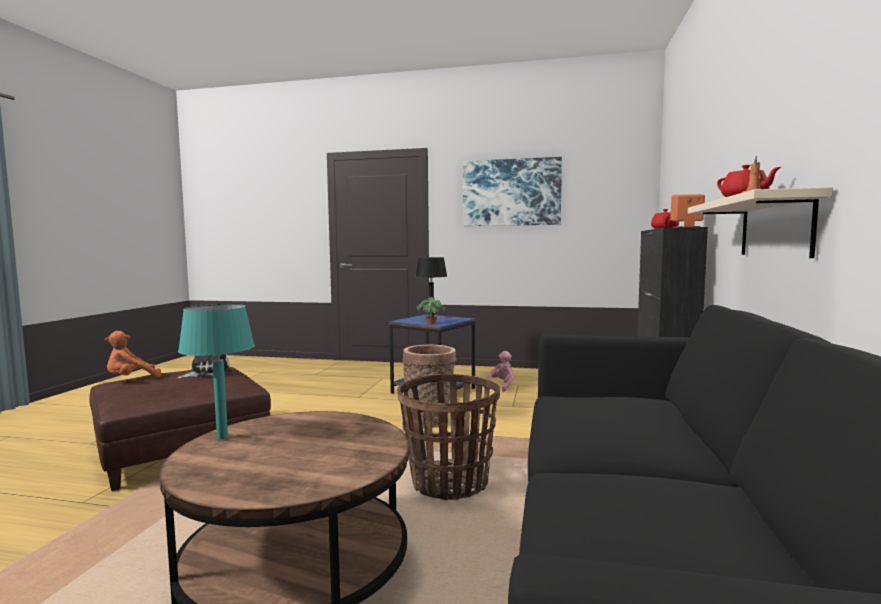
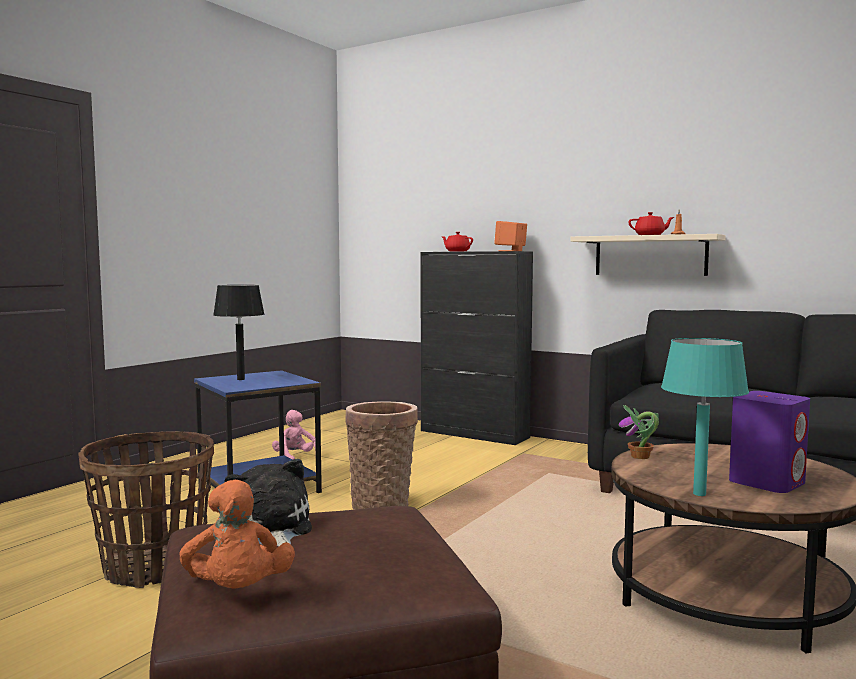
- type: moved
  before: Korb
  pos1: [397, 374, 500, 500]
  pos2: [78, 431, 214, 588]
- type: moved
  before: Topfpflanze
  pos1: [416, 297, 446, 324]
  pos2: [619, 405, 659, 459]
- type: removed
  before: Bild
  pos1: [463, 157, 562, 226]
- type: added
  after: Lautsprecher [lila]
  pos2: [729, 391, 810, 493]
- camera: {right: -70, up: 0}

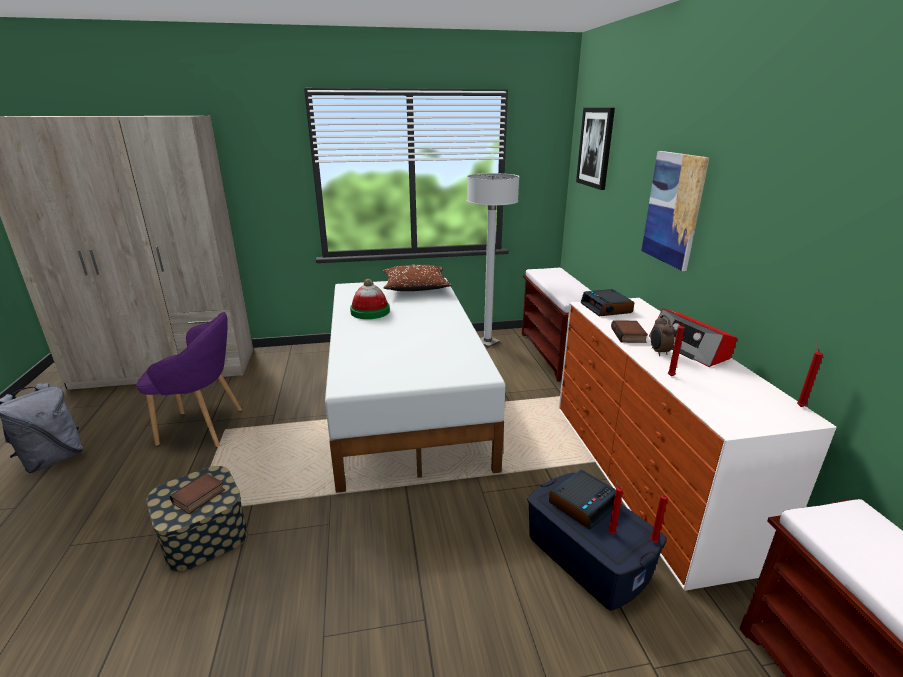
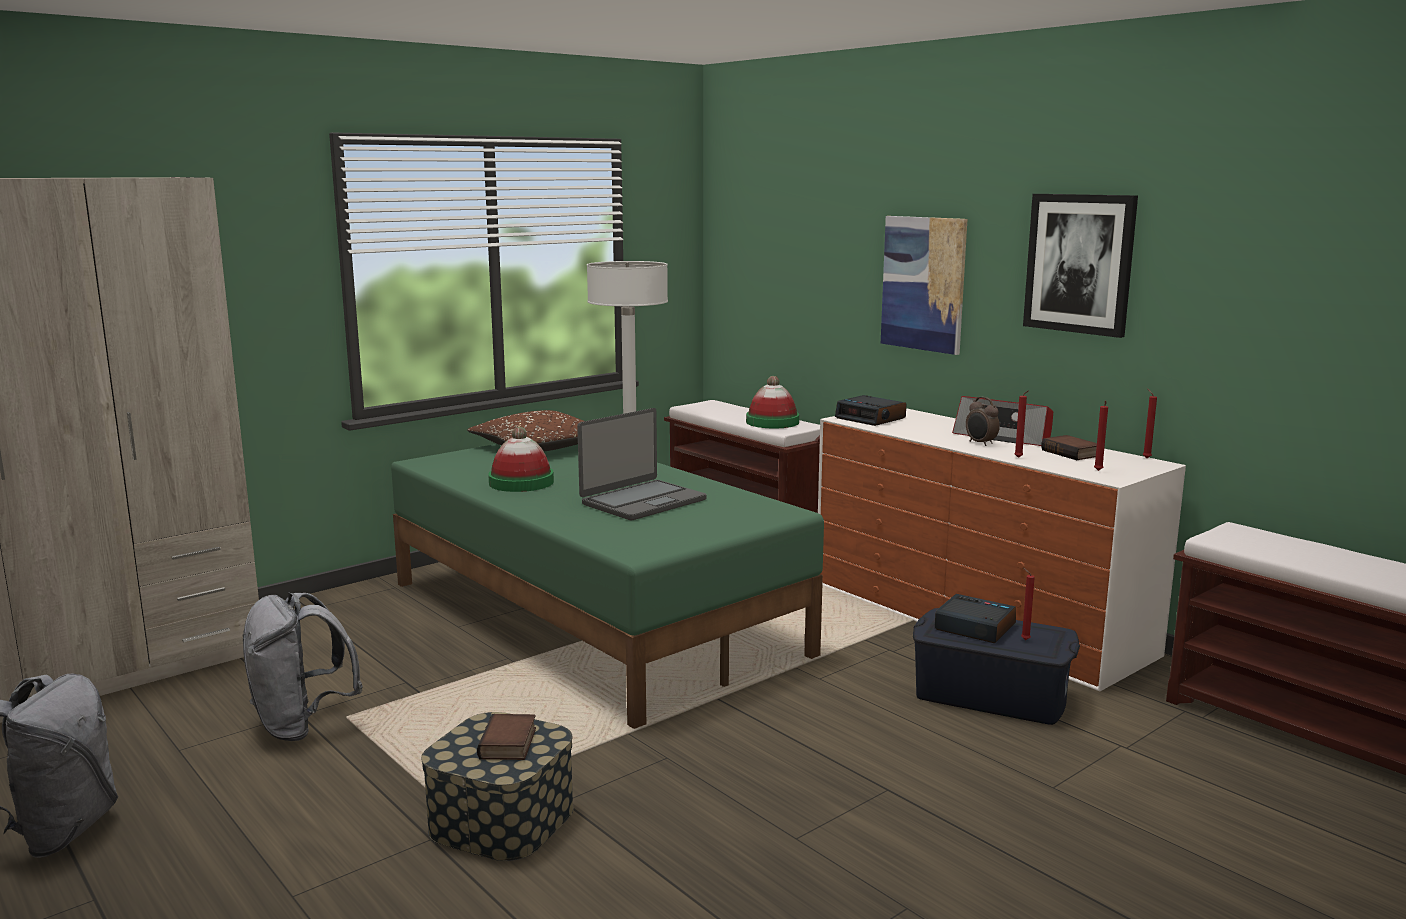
- type: replaced
  before: Sessel [lila]
  after: Rucksack [grau]
  pos1: [136, 312, 242, 447]
  pos2: [243, 592, 363, 741]
- type: recoloured
  before: Bett [weiß]
  after: Bett [grün]
  pos1: [325, 278, 506, 493]
  pos2: [391, 444, 824, 729]
- type: turned
  before: Wecker
  pos1: [549, 470, 616, 530]
  pos2: [935, 594, 1016, 643]
  turn: -75
- type: moved
  before: Bild
  pos1: [576, 108, 615, 190]
  pos2: [1023, 194, 1138, 338]
- type: moved
  before: Buch
  pos1: [611, 320, 648, 343]
  pos2: [1041, 435, 1097, 460]
- type: moved
  before: Kerze [rot]
  pos1: [650, 494, 668, 543]
  pos2: [1094, 401, 1108, 471]
- type: added
  after: Laptop
  pos2: [577, 408, 707, 521]
- type: added
  after: Hut
  pos2: [746, 376, 799, 428]
- camera: {right: -30, up: -10}

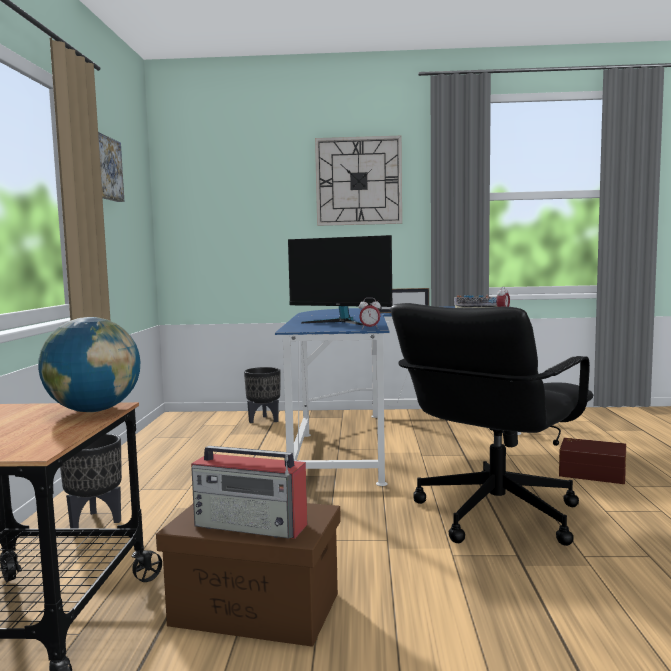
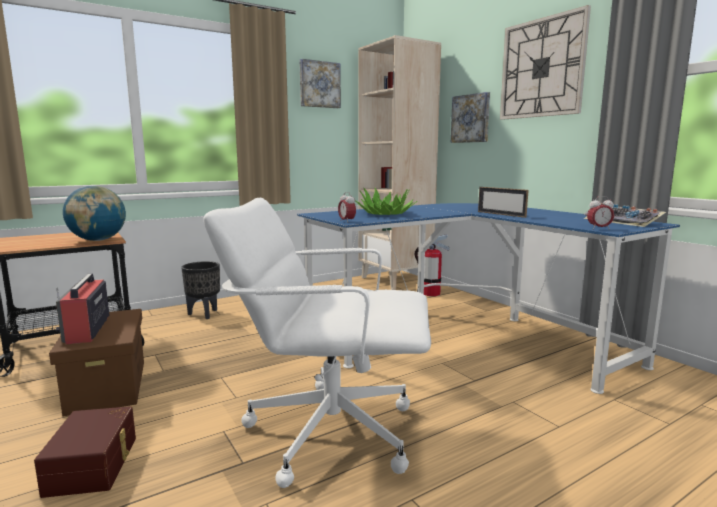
- type: replaced
  before: Pflanzkübel [schwarz]
  after: Feuerlöscher
  pos1: [244, 367, 281, 423]
  pos2: [414, 234, 450, 296]
- type: replaced
  before: Monitor
  after: Topfpflanze
  pos1: [288, 235, 392, 325]
  pos2: [355, 187, 417, 215]
- type: recoloured
  before: Bürostuhl [schwarz]
  after: Bürostuhl [weiß]
  pos1: [391, 303, 593, 546]
  pos2: [203, 198, 431, 488]
- type: moved
  before: Aufbewahrungsbox [braun]
  pos1: [559, 438, 626, 484]
  pos2: [34, 406, 136, 498]
- type: added
  after: Bücherregal [beige]
  pos2: [358, 35, 441, 290]
- type: added
  after: Bild
  pos2: [451, 92, 490, 143]
- camera: {right: 55, up: 5}

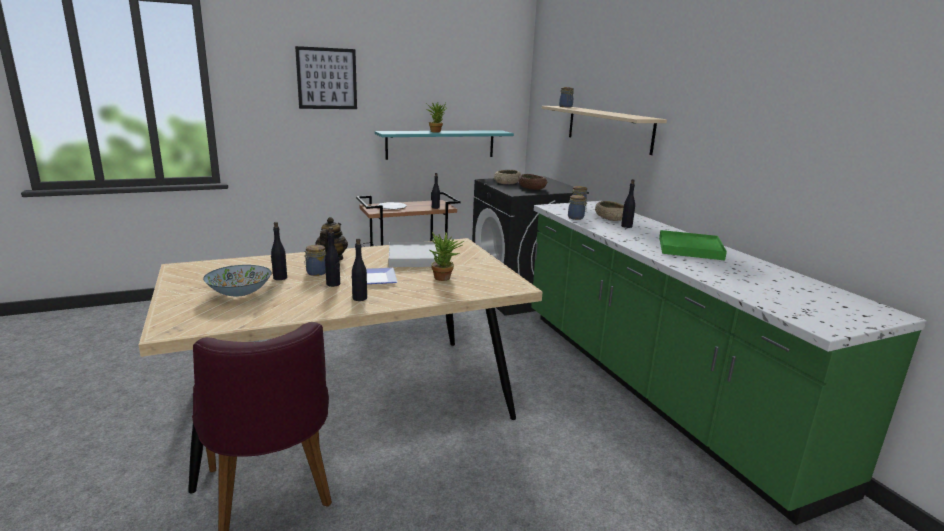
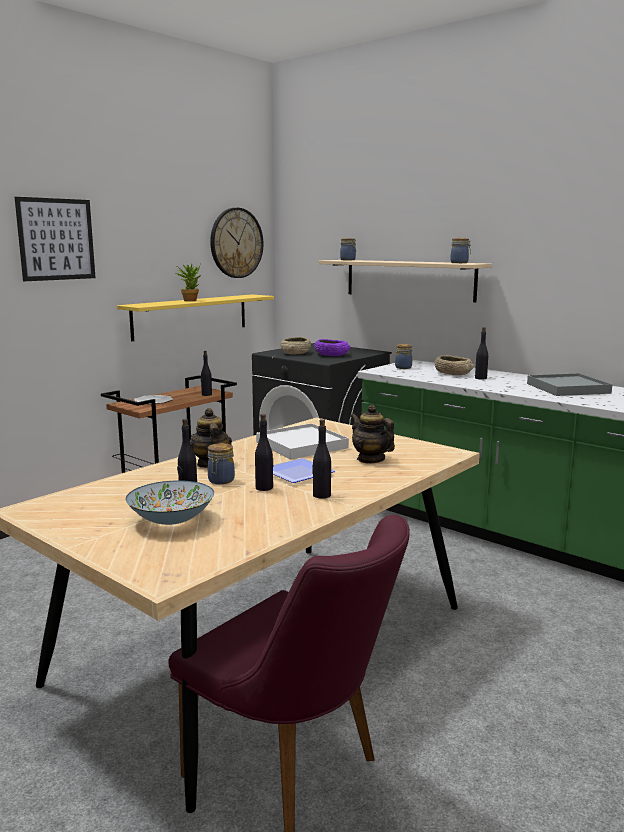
- type: recoloured
  before: Wandregal [türkis]
  after: Wandregal [gelb]
  pos1: [375, 130, 514, 160]
  pos2: [117, 294, 274, 341]
- type: replaced
  before: Topfpflanze
  after: Teekanne
  pos1: [430, 232, 464, 281]
  pos2: [351, 405, 395, 463]
- type: recoloured
  before: Schüssel [braun]
  after: Schüssel [lila]
  pos1: [518, 174, 548, 190]
  pos2: [314, 339, 350, 356]
- type: moved
  before: Vorratsglas
  pos1: [568, 195, 587, 220]
  pos2: [450, 238, 471, 263]
- type: recoloured
  before: Tablett [grün]
  after: Tablett [grau]
  pos1: [659, 230, 727, 261]
  pos2: [527, 373, 613, 396]
- type: added
  after: Wanduhr
  pos2: [210, 208, 263, 278]
- camera: {right: -25, up: -5}

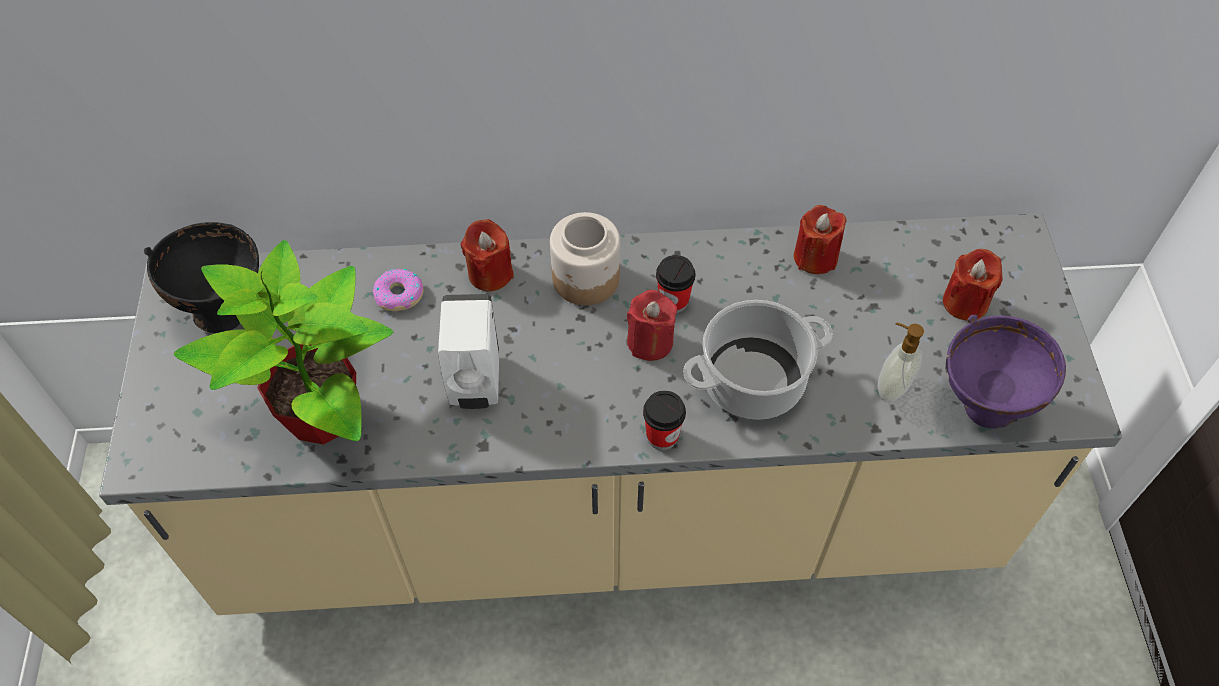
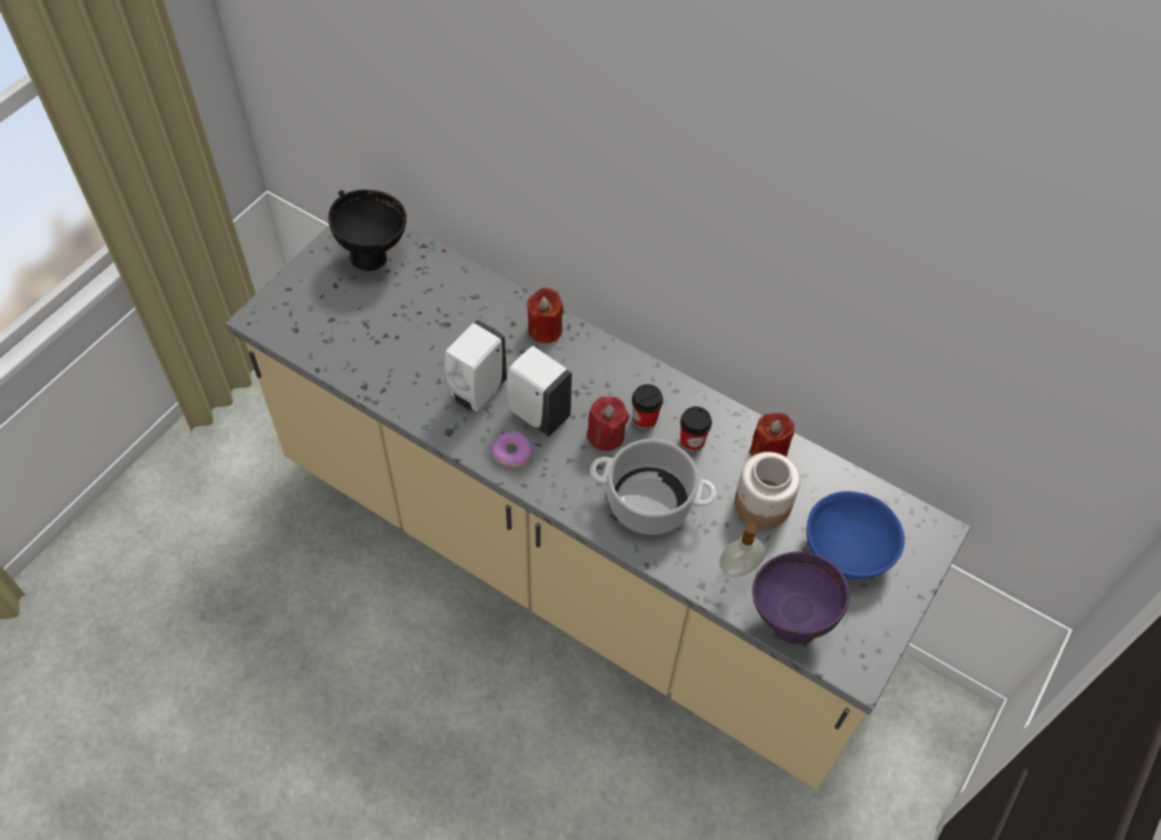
- type: removed
  before: Topfpflanze
  pos1: [174, 240, 393, 445]
- type: moved
  before: Donut
  pos1: [373, 269, 423, 311]
  pos2: [491, 431, 533, 467]
- type: moved
  before: Vorratsglas
  pos1: [550, 212, 620, 305]
  pos2: [735, 452, 801, 529]
- type: moved
  before: Tasse
  pos1: [643, 390, 686, 450]
  pos2: [680, 406, 712, 452]
- type: replaced
  before: Kerze [rot]
  after: Schüssel [blau]
  pos1: [943, 249, 1003, 320]
  pos2: [806, 491, 905, 579]
- type: added
  after: Seifenspender [weiß]
  pos2: [507, 346, 572, 436]
- camera: {right: 35, up: 0}

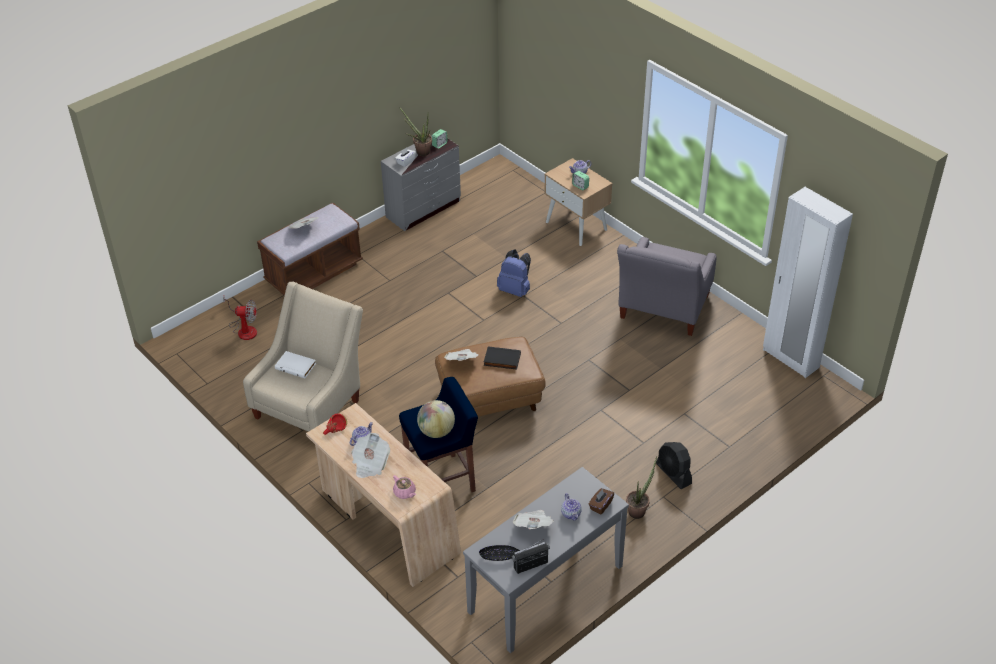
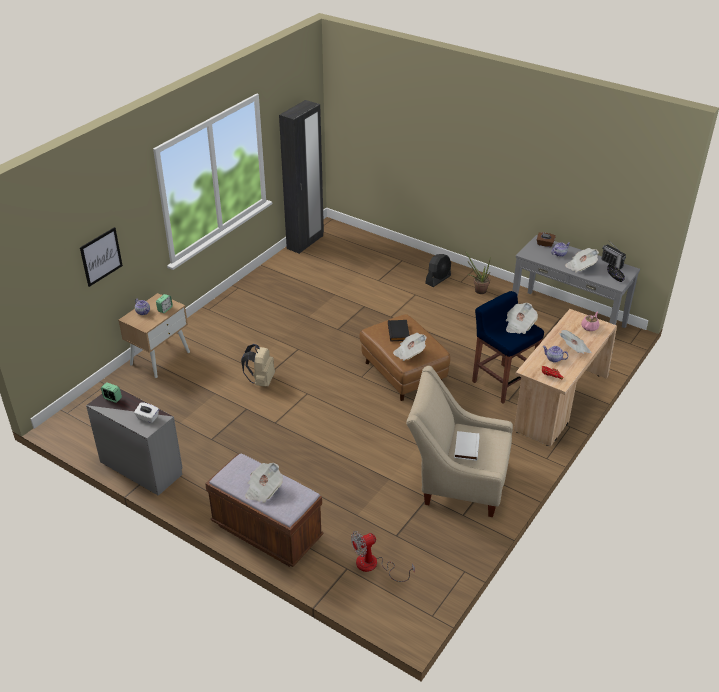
- type: turned
  before: Ventilator
  pos1: [223, 296, 257, 340]
  pos2: [351, 531, 415, 582]
  turn: -105
- type: removed
  before: Topfpflanze
  pos1: [399, 107, 432, 156]
- type: replaced
  before: Globus
  after: Zeitung
  pos1: [417, 400, 455, 438]
  pos2: [506, 303, 538, 334]
- type: recoloured
  before: Rucksack [blau]
  after: Rucksack [beige]
  pos1: [497, 249, 531, 297]
  pos2: [241, 344, 275, 387]
- type: removed
  before: Sessel [grau]
  pos1: [617, 237, 717, 336]
- type: recoloured
  before: Kleiderschrank [weiß]
  after: Kleiderschrank [schwarz]
  pos1: [763, 187, 853, 378]
  pos2: [279, 100, 324, 254]
- type: added
  after: Bild
  pos2: [80, 227, 123, 287]
- camera: {right: -105, up: -5}

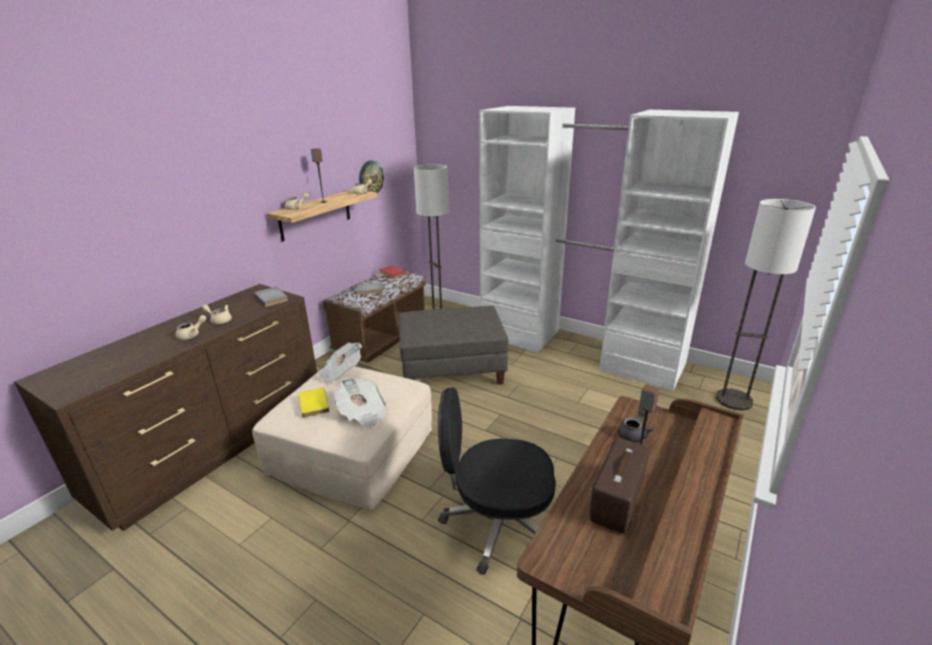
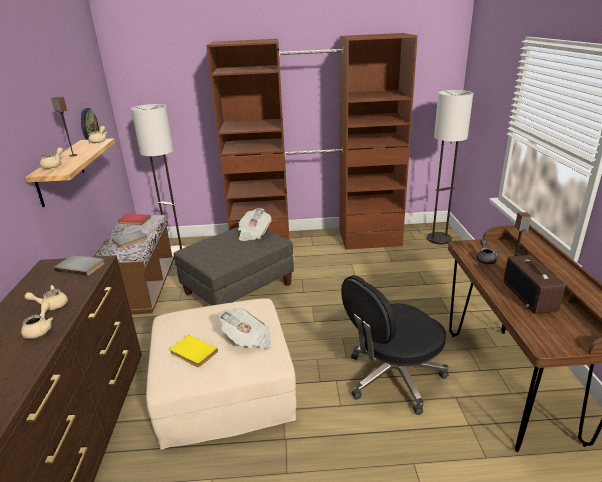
- type: moved
  before: Zeitung
  pos1: [316, 343, 362, 384]
  pos2: [238, 208, 272, 241]
- type: recoloured
  before: Kleiderschrank [weiß]
  after: Kleiderschrank [braun]
  pos1: [479, 106, 739, 391]
  pos2: [206, 33, 418, 250]
- camera: {right: -35, up: 0}

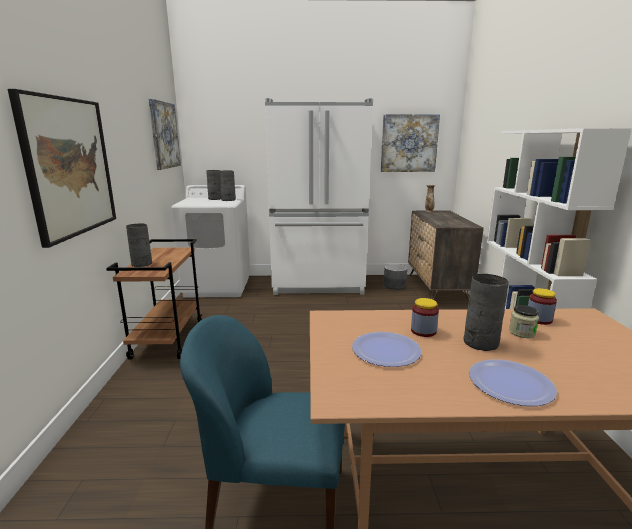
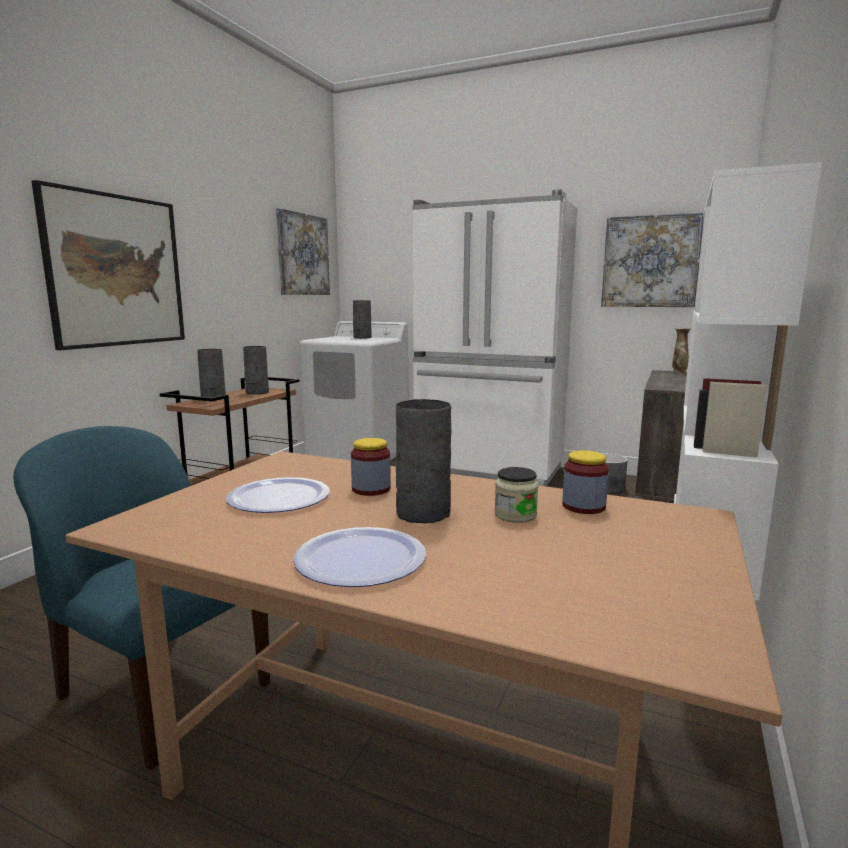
- type: moved
  before: Vase [grau]
  pos1: [220, 171, 236, 201]
  pos2: [243, 346, 269, 395]
- camera: {right: 25, up: -5}

